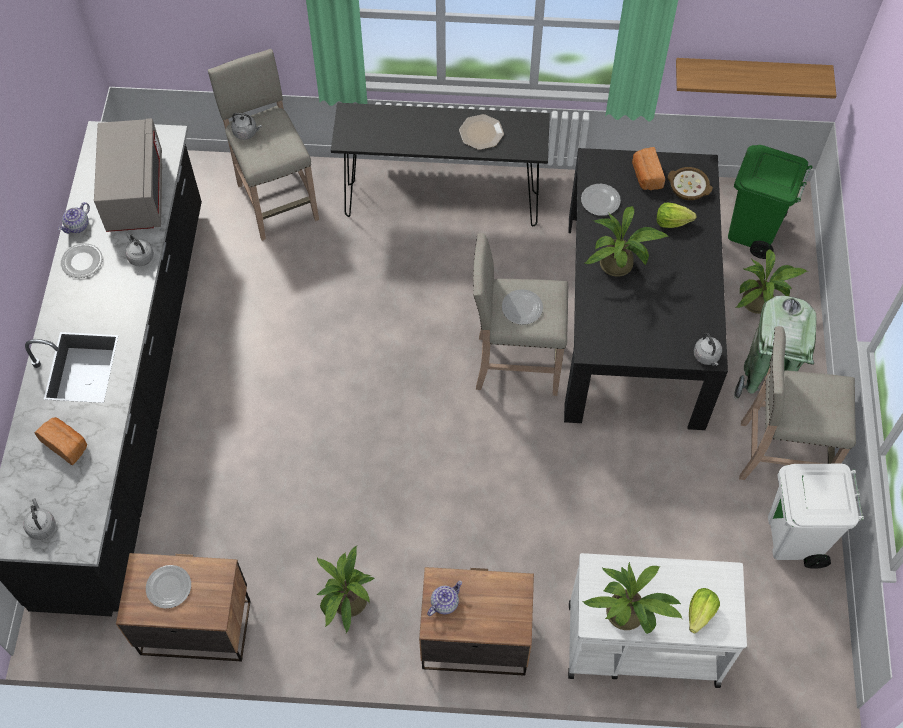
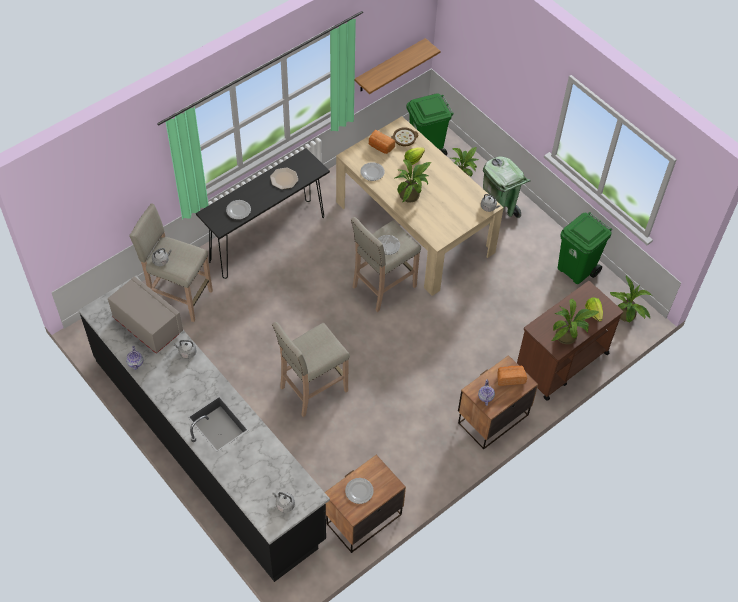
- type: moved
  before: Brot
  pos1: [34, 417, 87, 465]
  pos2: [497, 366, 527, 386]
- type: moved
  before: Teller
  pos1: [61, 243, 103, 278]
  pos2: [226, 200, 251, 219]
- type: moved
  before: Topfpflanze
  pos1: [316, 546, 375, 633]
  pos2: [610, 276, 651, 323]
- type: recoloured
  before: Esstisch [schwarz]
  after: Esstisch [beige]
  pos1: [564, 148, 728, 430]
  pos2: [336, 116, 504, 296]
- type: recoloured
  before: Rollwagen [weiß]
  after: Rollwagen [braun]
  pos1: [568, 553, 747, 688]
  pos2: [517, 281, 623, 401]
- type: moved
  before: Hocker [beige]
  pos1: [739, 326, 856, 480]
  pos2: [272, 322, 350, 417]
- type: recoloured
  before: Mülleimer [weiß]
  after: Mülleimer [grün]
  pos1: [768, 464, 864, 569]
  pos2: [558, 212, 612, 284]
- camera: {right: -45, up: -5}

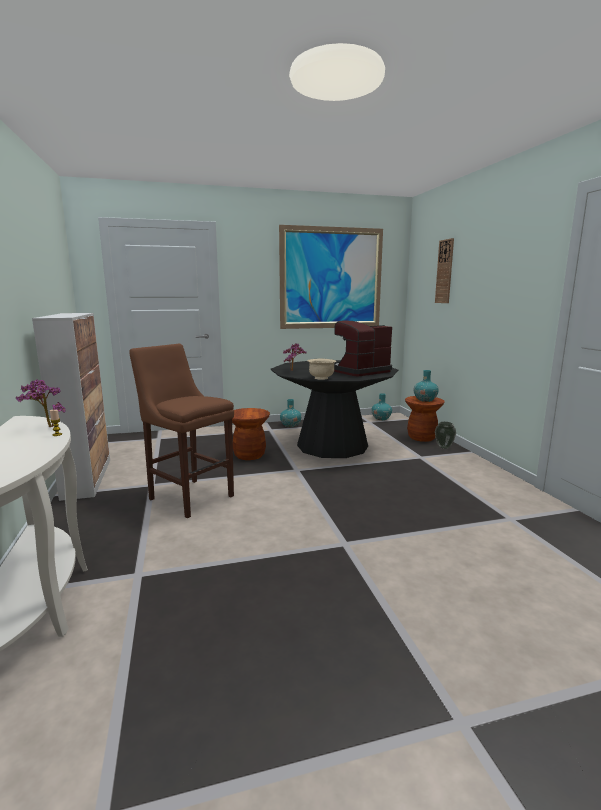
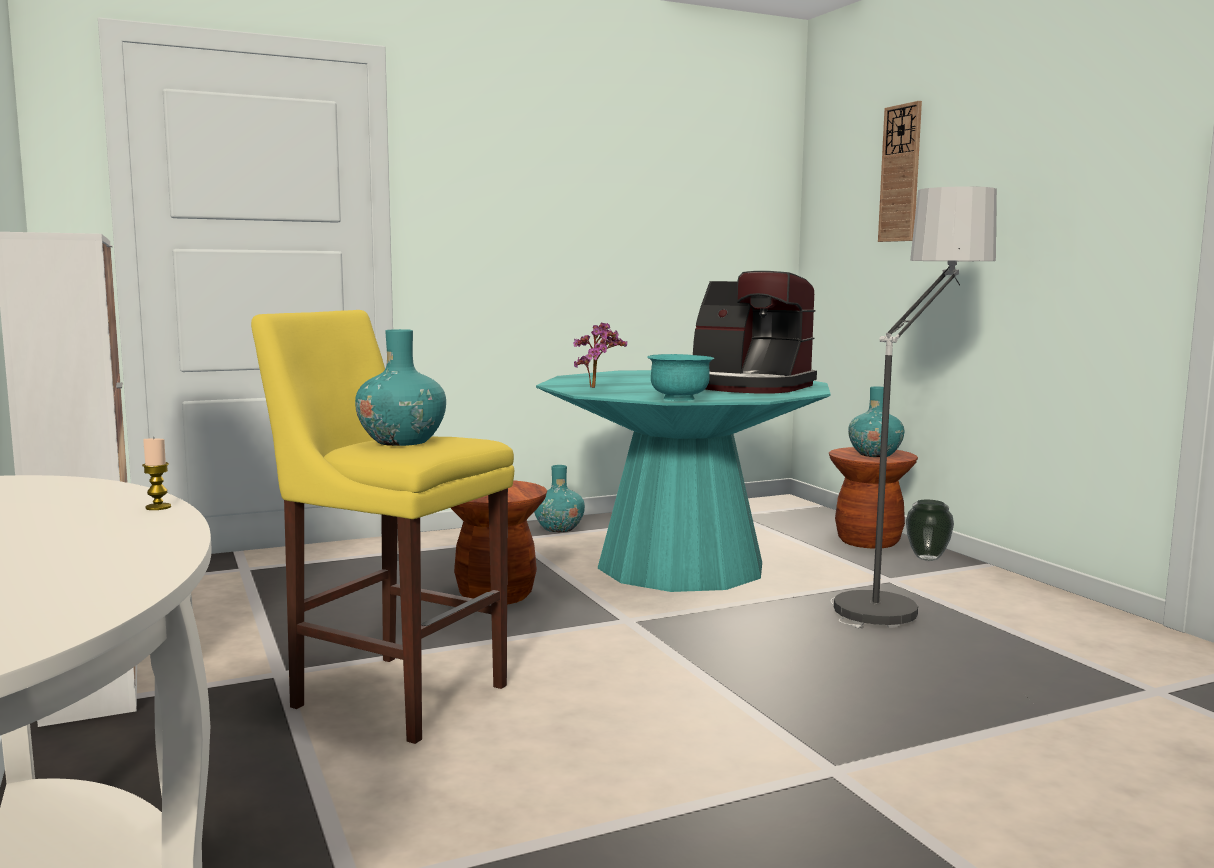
- type: removed
  before: Topfpflanze
  pos1: [16, 379, 66, 427]
- type: recoloured
  before: Hocker [braun]
  after: Hocker [gelb]
  pos1: [129, 344, 234, 518]
  pos2: [251, 310, 514, 744]
- type: recoloured
  before: Esstisch [schwarz]
  after: Esstisch [türkis]
  pos1: [270, 360, 398, 458]
  pos2: [536, 370, 831, 592]
- type: removed
  before: Bild
  pos1: [279, 225, 383, 329]
- type: recoloured
  before: Schüssel [beige]
  after: Schüssel [türkis]
  pos1: [308, 359, 336, 380]
  pos2: [647, 354, 714, 401]
- type: turned
  before: Kaffeemaschine
  pos1: [334, 320, 392, 376]
  pos2: [693, 271, 817, 393]
  turn: -105
- type: moved
  before: Vase [türkis]
  pos1: [371, 393, 392, 420]
  pos2: [355, 329, 446, 446]
- type: added
  after: Stehlampe
  pos2: [831, 186, 997, 628]
- camera: {right: -10, up: -5}

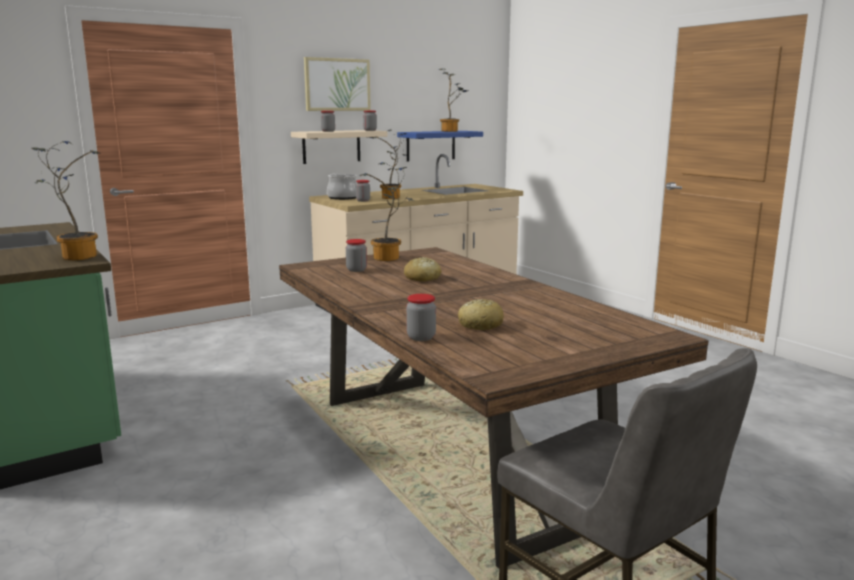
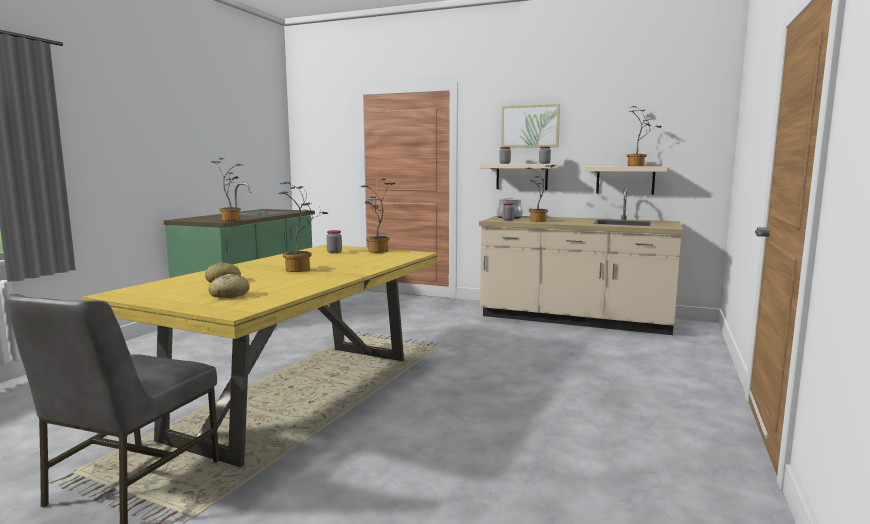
- type: recoloured
  before: Esstisch [braun]
  after: Esstisch [gelb]
  pos1: [279, 247, 709, 568]
  pos2: [82, 244, 438, 467]
- type: recoloured
  before: Wandregal [blau]
  after: Wandregal [beige]
  pos1: [397, 131, 483, 162]
  pos2: [583, 166, 668, 194]
- type: moved
  before: Brot
  pos1: [404, 257, 442, 282]
  pos2: [208, 273, 250, 298]
- type: removed
  before: Vorratsglas
  pos1: [406, 294, 436, 341]
- type: added
  after: Topfpflanze
  pos2: [278, 182, 328, 272]
- camera: {right: 55, up: -5}

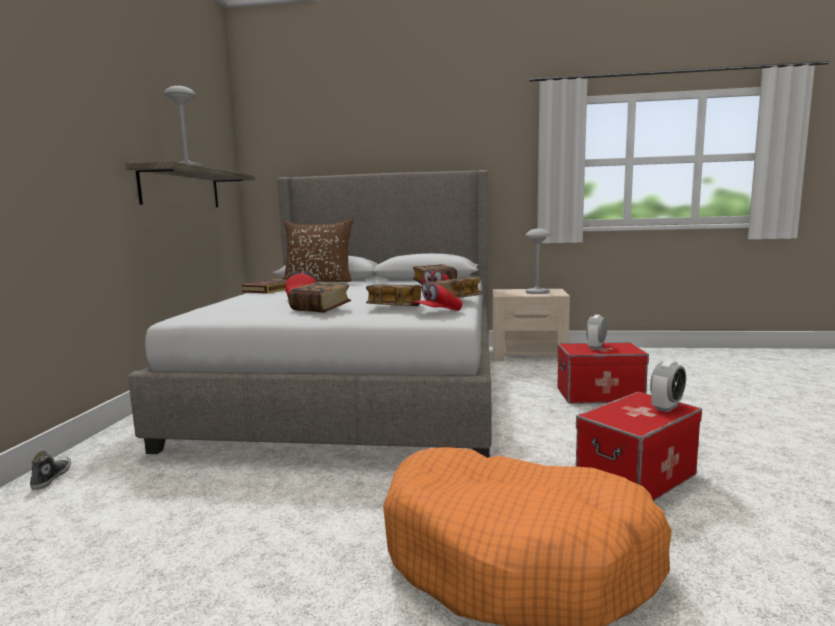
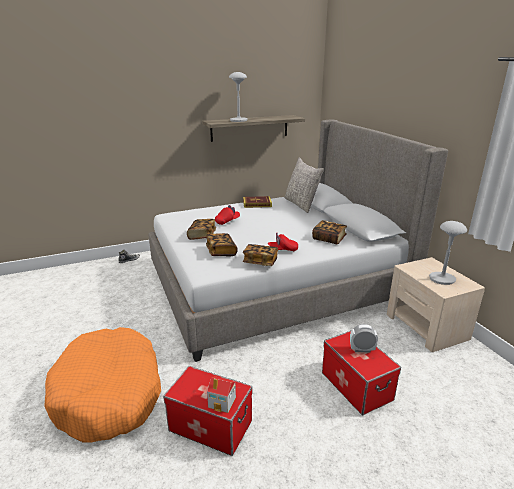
- type: recoloured
  before: Kissen [braun]
  after: Kissen [grau]
  pos1: [281, 219, 353, 282]
  pos2: [284, 157, 324, 213]
- type: removed
  before: Kappe [rot]
  pos1: [413, 283, 462, 311]
- type: replaced
  before: Wecker
  after: Spielzeughaus
  pos1: [650, 360, 686, 412]
  pos2: [207, 377, 236, 413]
- camera: {right: 60, up: 15}

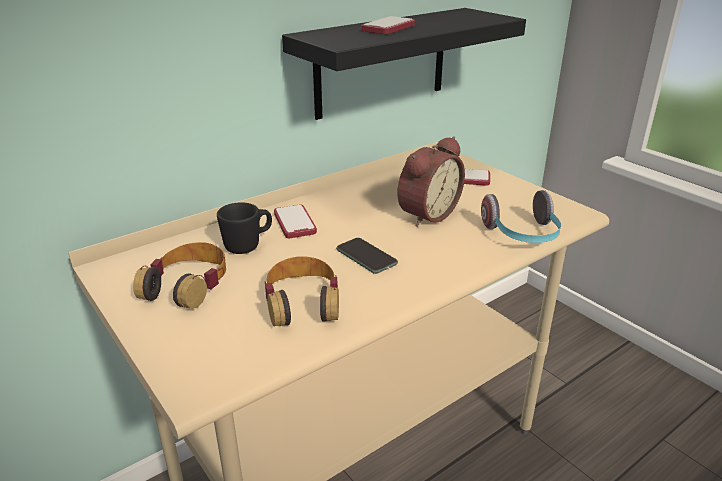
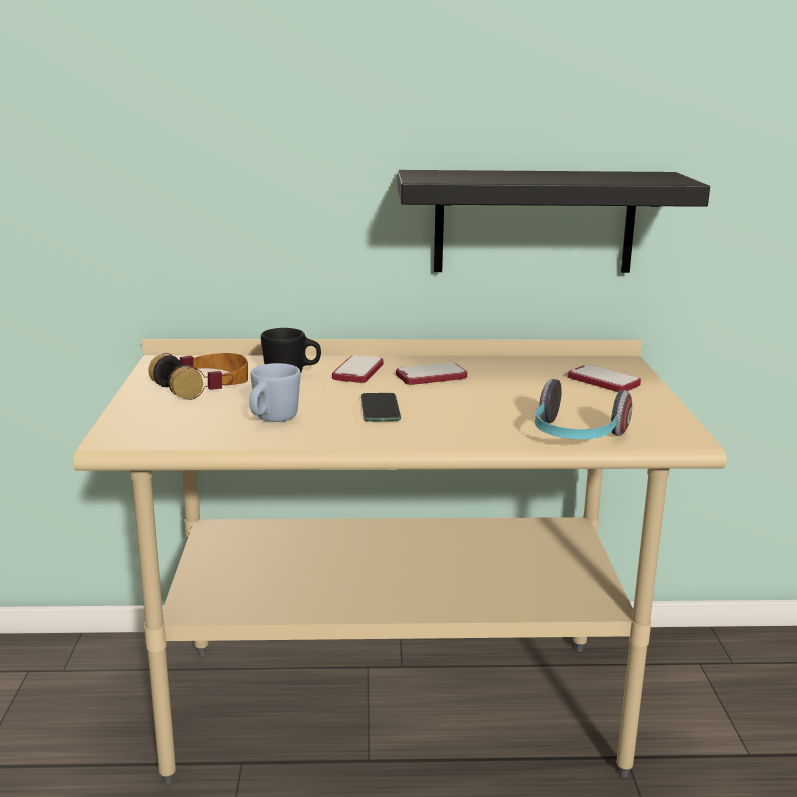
- type: replaced
  before: Kopfhörer
  after: Henkelbecher [blau]
  pos1: [265, 256, 339, 326]
  pos2: [249, 363, 301, 422]
- type: moved
  before: Handy
  pos1: [361, 16, 415, 34]
  pos2: [396, 362, 467, 385]
- type: removed
  before: Wecker
  pos1: [397, 136, 465, 227]
- camera: {right: 35, up: -10}

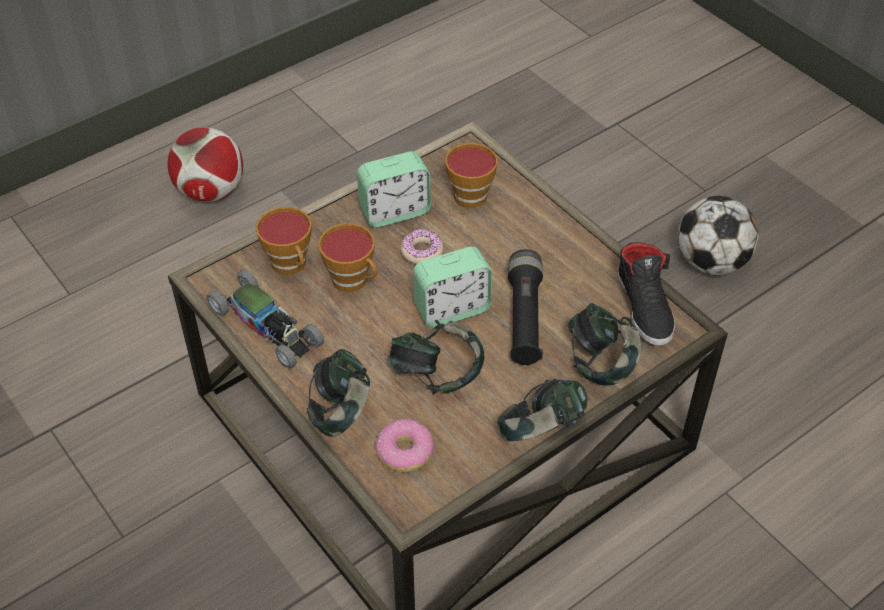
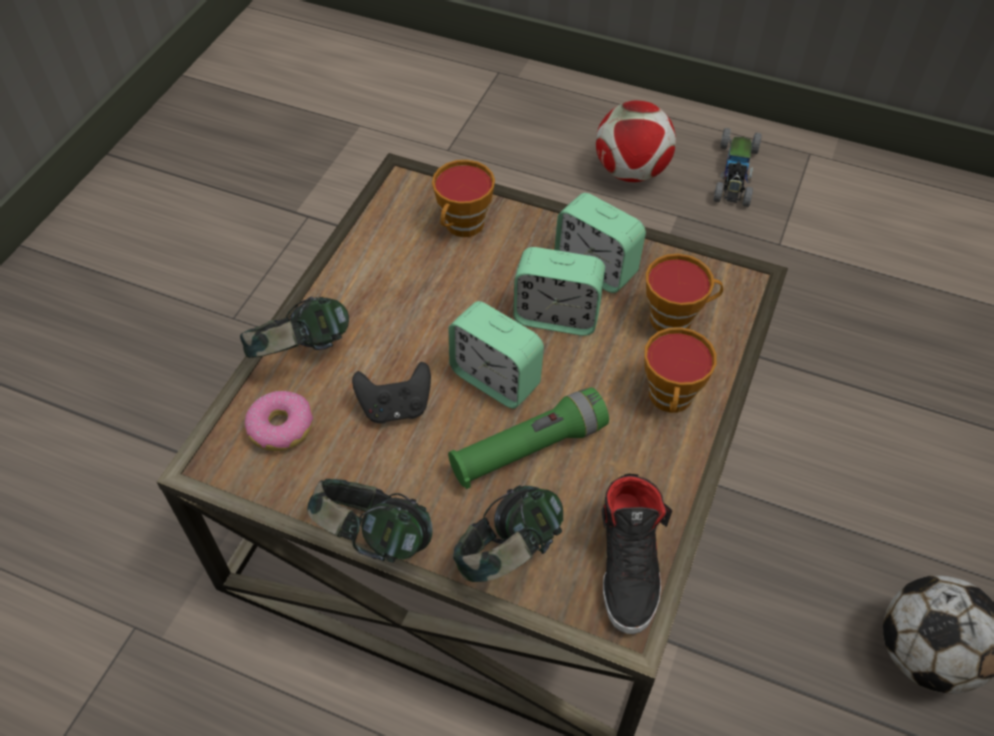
- type: moved
  before: Spielzeugauto
  pos1: [206, 269, 324, 368]
  pos2: [714, 128, 762, 207]
- type: moved
  before: Tasse
  pos1: [318, 223, 377, 292]
  pos2: [644, 327, 717, 413]
- type: replaced
  before: Kopfhörer
  after: Gamepad [schwarz]
  pos1: [387, 320, 484, 394]
  pos2: [352, 362, 431, 424]
- type: replaced
  before: Donut
  after: Wecker
  pos1: [401, 229, 443, 265]
  pos2: [513, 247, 605, 336]
- type: recoloured
  before: Taschenlampe [schwarz]
  after: Taschenlampe [grün]
  pos1: [508, 249, 543, 365]
  pos2: [448, 387, 609, 489]
- type: turned
  before: Schuh [schwarz]
  pos1: [617, 242, 675, 346]
  pos2: [601, 474, 672, 634]
  turn: -45
- camera: {right: 60, up: 5}

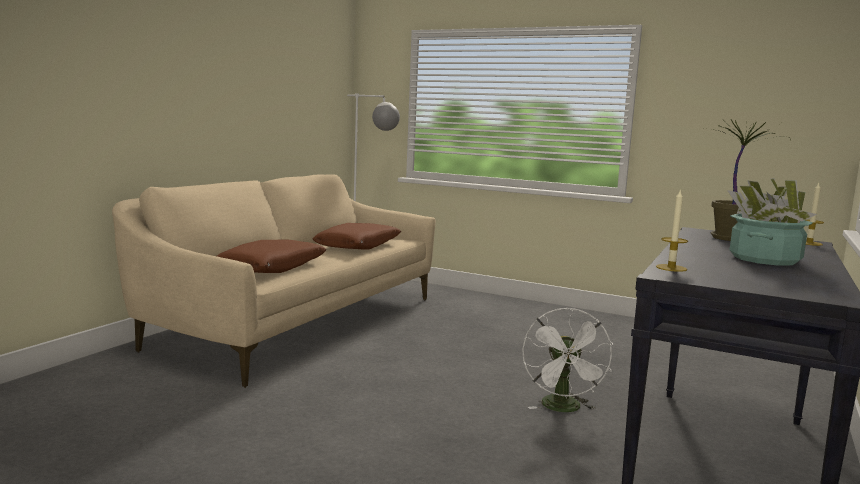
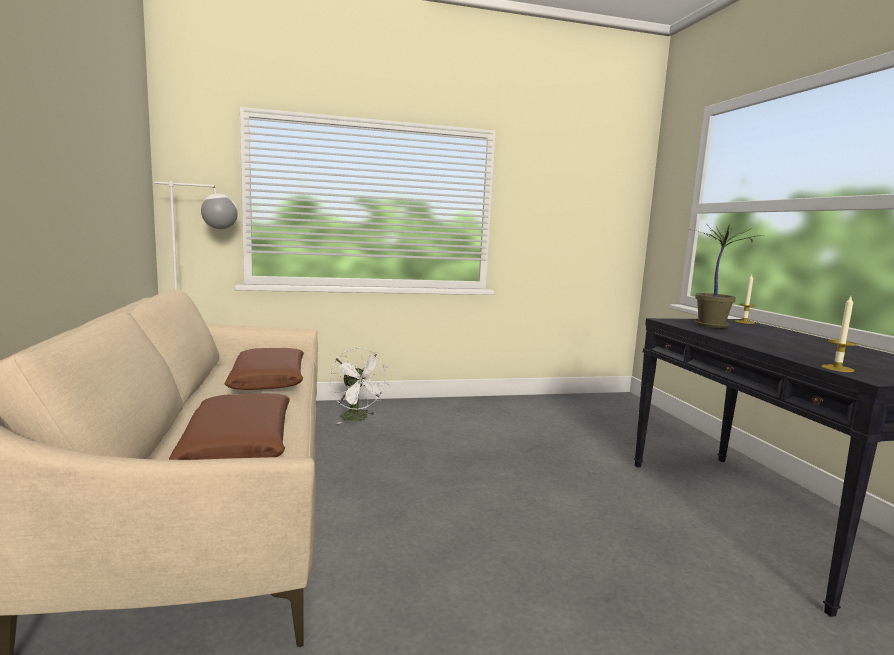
- type: moved
  before: Ventilator [weiß]
  pos1: [522, 307, 613, 412]
  pos2: [329, 347, 389, 424]
- type: removed
  before: Topfpflanze
  pos1: [727, 178, 817, 266]
- camera: {right: -40, up: 0}

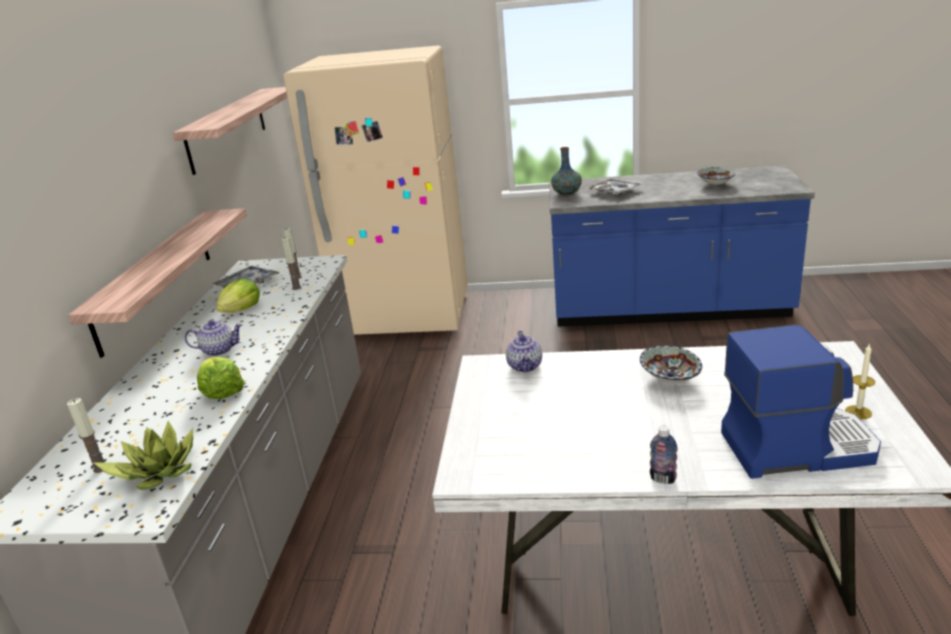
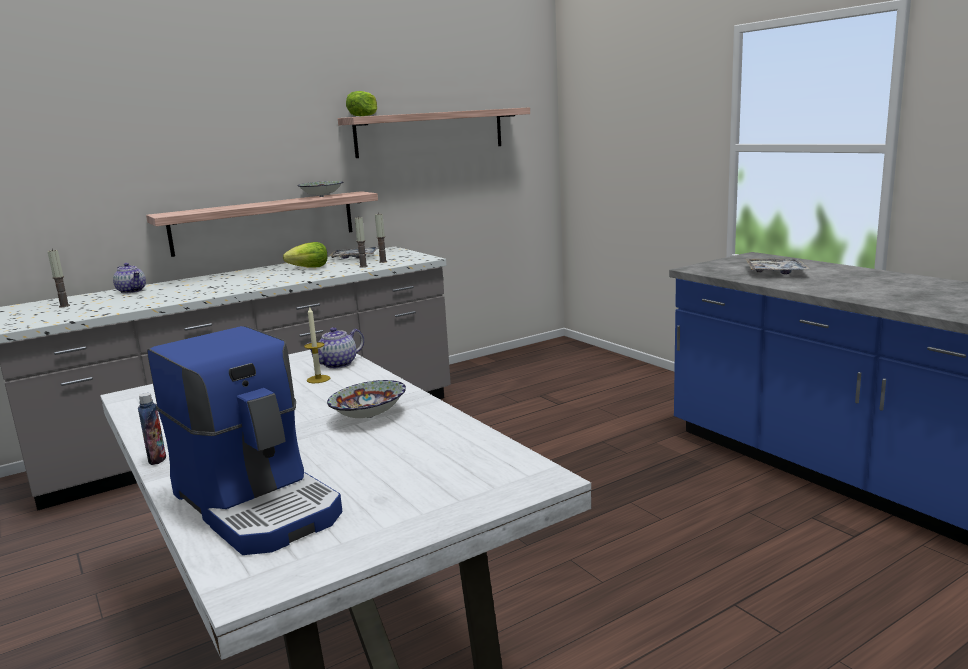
- type: removed
  before: Topfpflanze
  pos1: [93, 421, 193, 490]
- type: moved
  before: Teekanne
  pos1: [185, 320, 243, 356]
  pos2: [113, 263, 146, 293]
- type: moved
  before: Salatkopf
  pos1: [197, 357, 244, 399]
  pos2: [346, 91, 377, 116]
- type: removed
  before: Kühlschrank [beige]
  pos1: [283, 46, 468, 335]
- type: removed
  before: Vase
  pos1: [551, 147, 582, 195]
- type: moved
  before: Schüssel
  pos1: [697, 167, 735, 185]
  pos2: [297, 181, 343, 197]
- type: moved
  before: Kerze
  pos1: [845, 343, 875, 419]
  pos2: [304, 306, 330, 383]
- camera: {right: 50, up: -10}

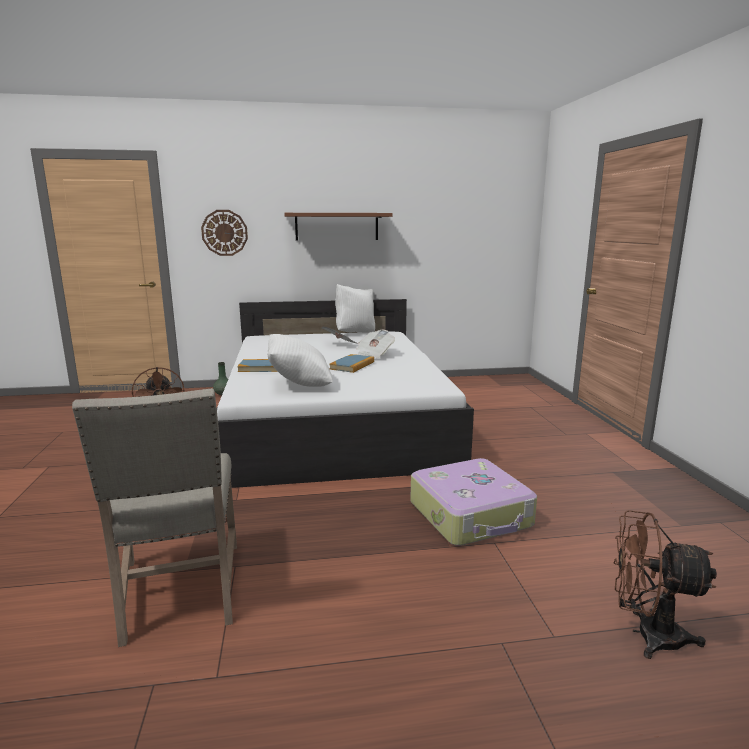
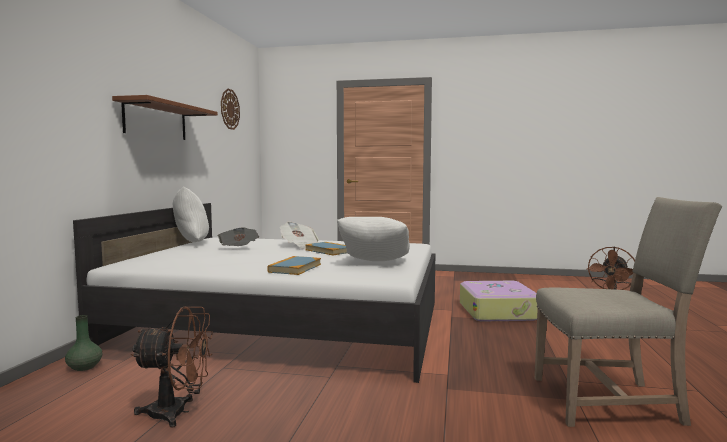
- type: moved
  before: Wanduhr
  pos1: [201, 210, 248, 256]
  pos2: [221, 88, 240, 130]
- camera: {right: -70, up: -10}

